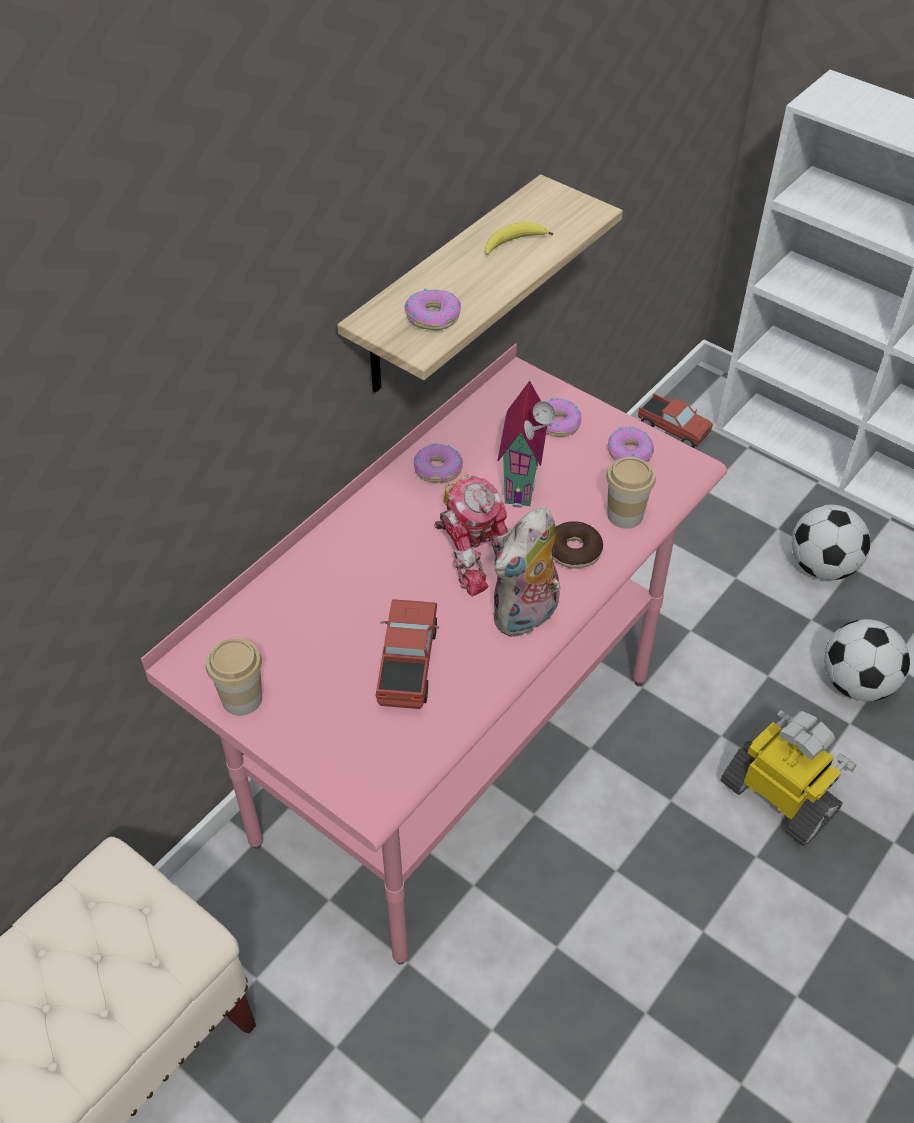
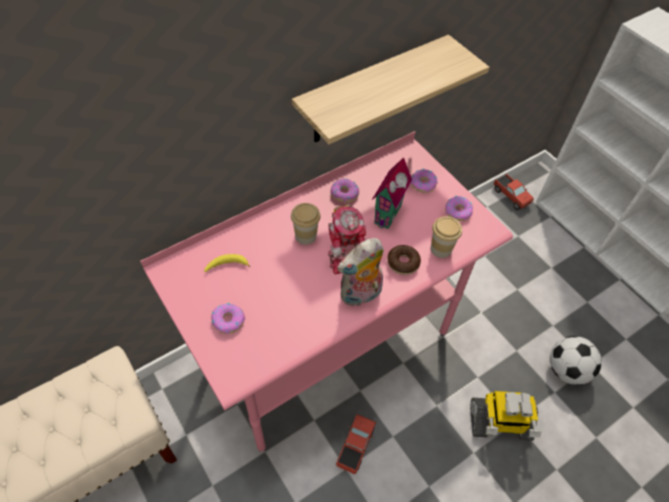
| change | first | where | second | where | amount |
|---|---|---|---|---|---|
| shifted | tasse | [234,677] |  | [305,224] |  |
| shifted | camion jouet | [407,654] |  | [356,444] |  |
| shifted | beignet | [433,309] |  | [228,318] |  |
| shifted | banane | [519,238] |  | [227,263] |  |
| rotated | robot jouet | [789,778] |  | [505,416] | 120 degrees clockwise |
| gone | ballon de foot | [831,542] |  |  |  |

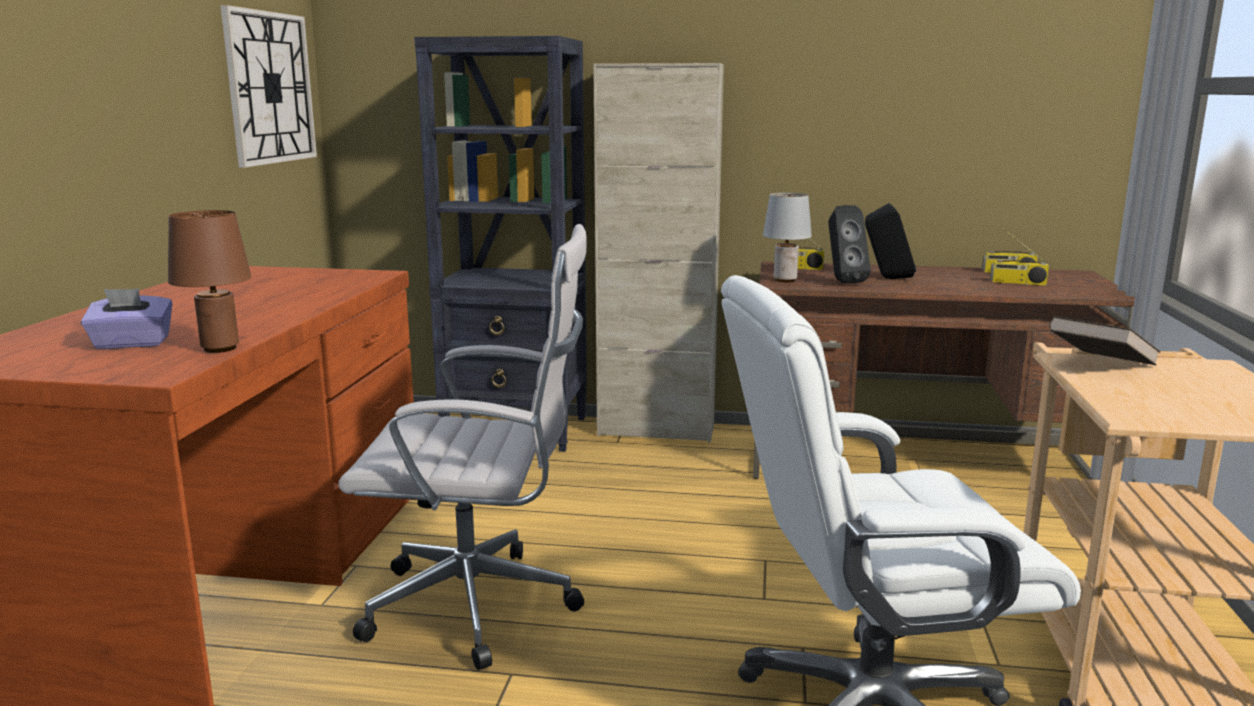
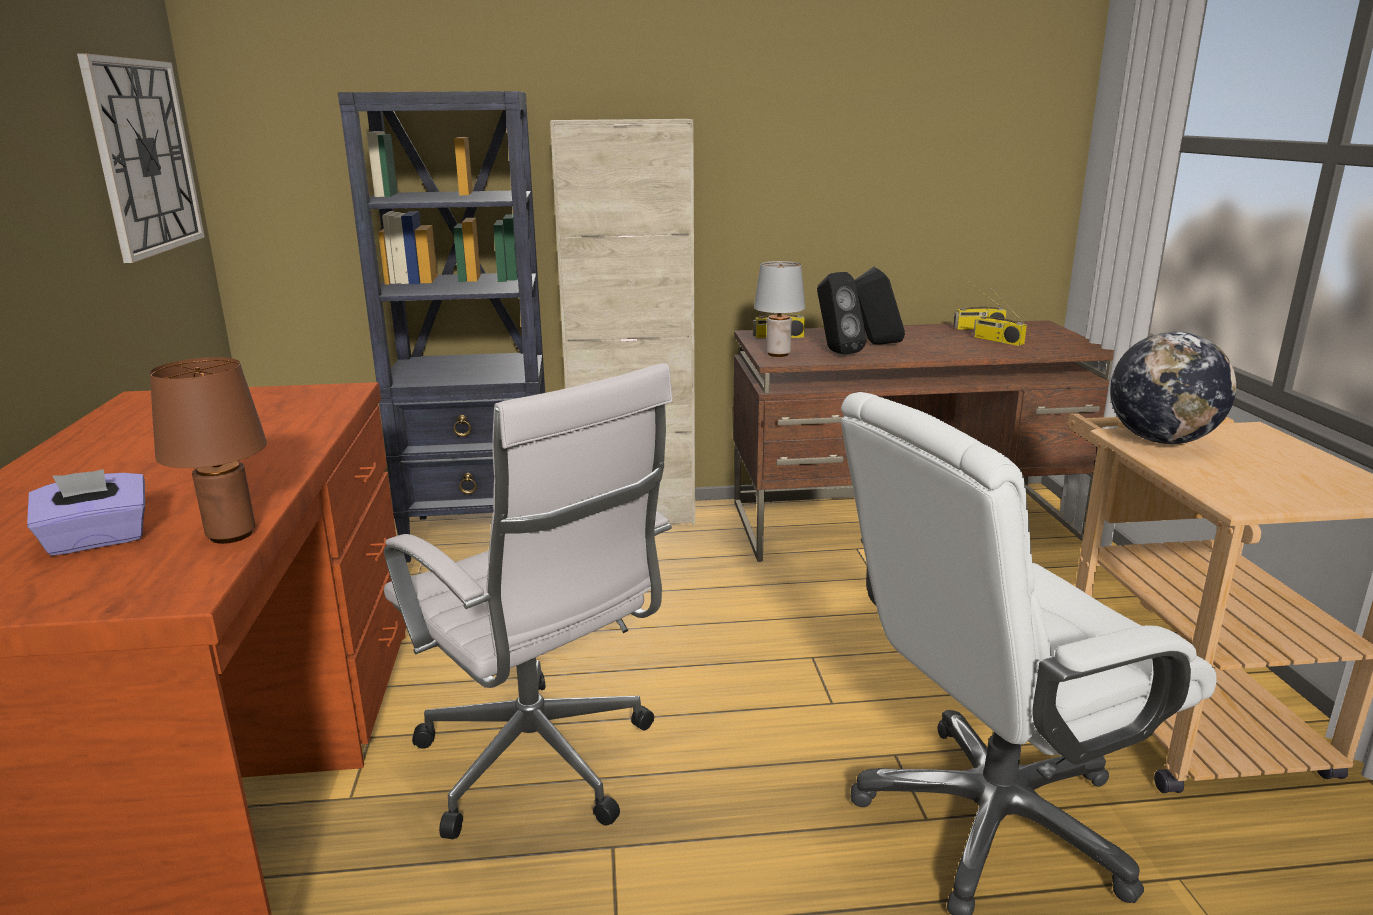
| change | first | where | second | where | amount |
|---|---|---|---|---|---|
| rotated | chaise de bureau [blanc] | [462,447] |  | [528,601] | 60 degrees clockwise |
| rotated | radio | [1019,258] |  | [1000,317] | 45 degrees clockwise |
| swapped | livre [marron] | [1105,340] | globe | [1173,388] |  |

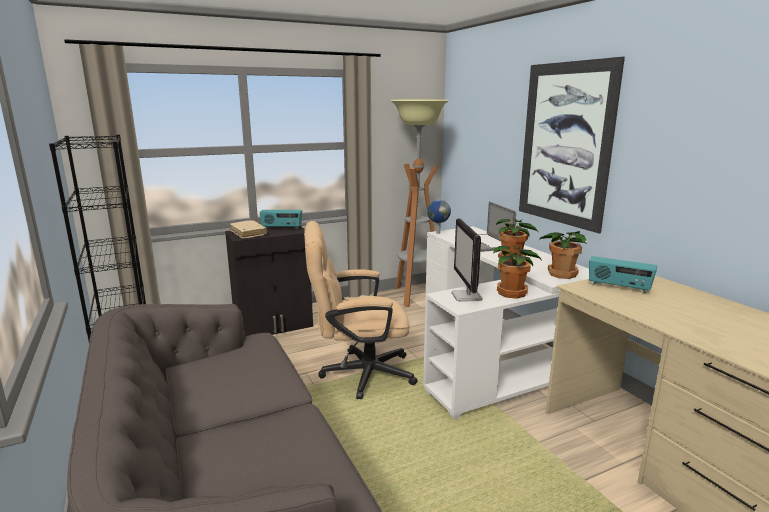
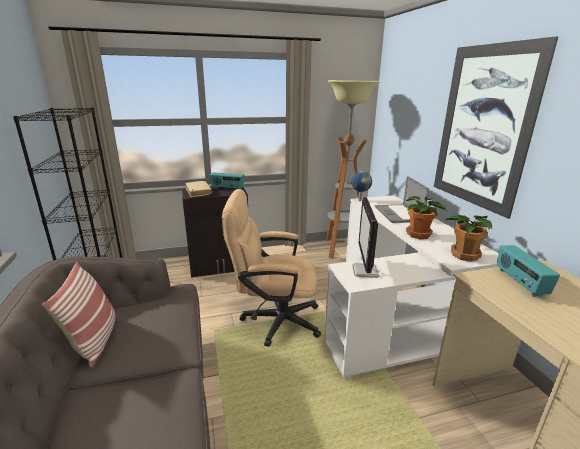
| change | first | where | second | where | amount |
|---|---|---|---|---|---|
| gone | plante en pot | [517,272] |  |  |  |
| rotated | radio | [623,274] |  | [528,271] | 45 degrees clockwise |
| new |  |  | coussin | [79,315] |  |

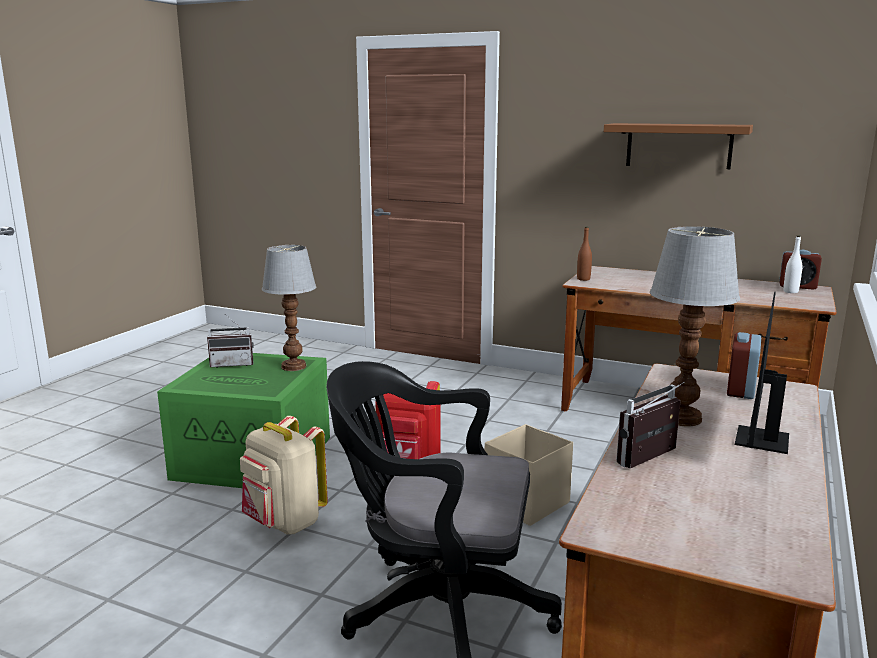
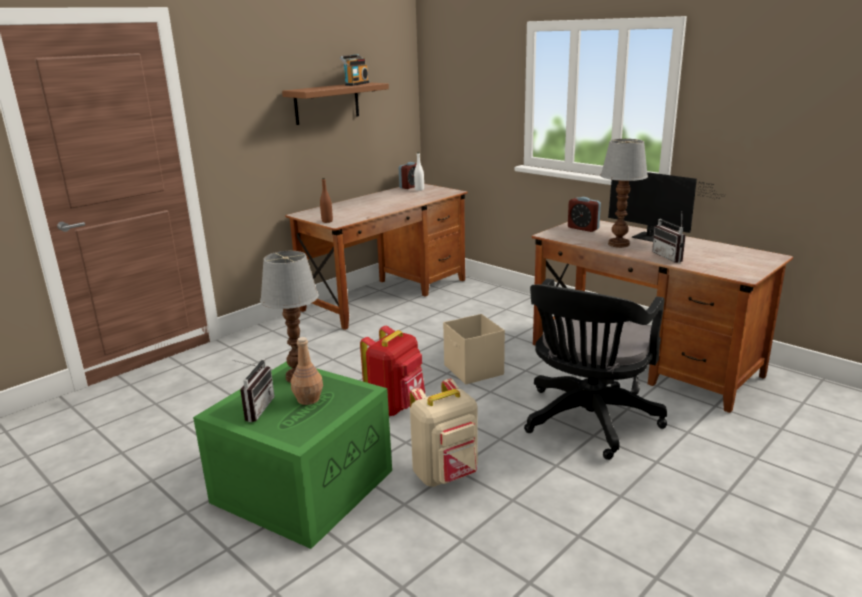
| change | first | where | second | where | amount |
|---|---|---|---|---|---|
| new |  |  | bouteille [marron] | [307,371] |  |
| new |  |  | radio | [354,70] |  |

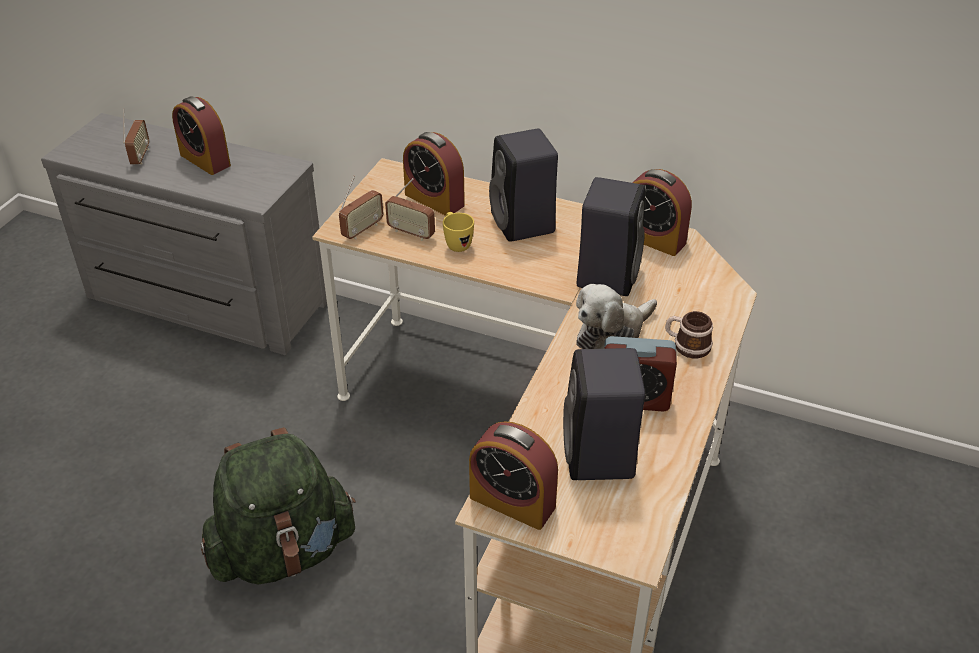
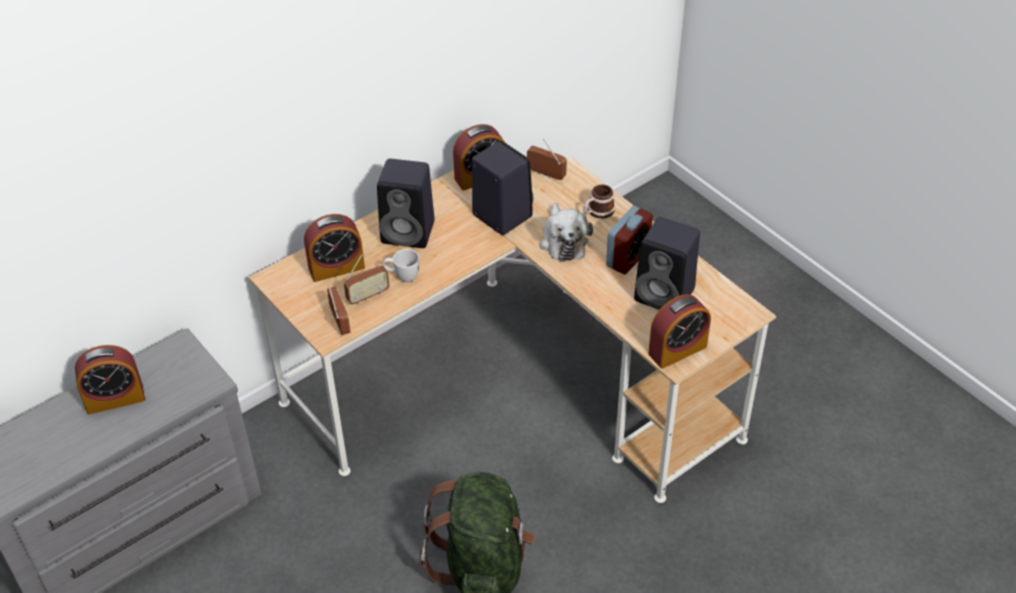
| change | first | where | second | where | amount |
|---|---|---|---|---|---|
| shifted | radio | [136,136] |  | [547,160] |  |
| repainted | mug [jaune] | [458,232] | mug [blanc] | [401,265] |  |

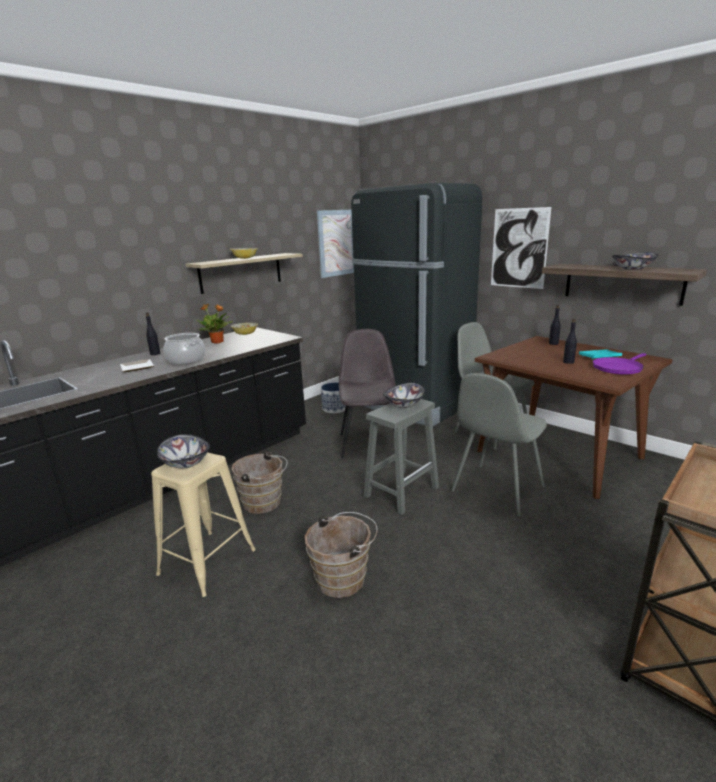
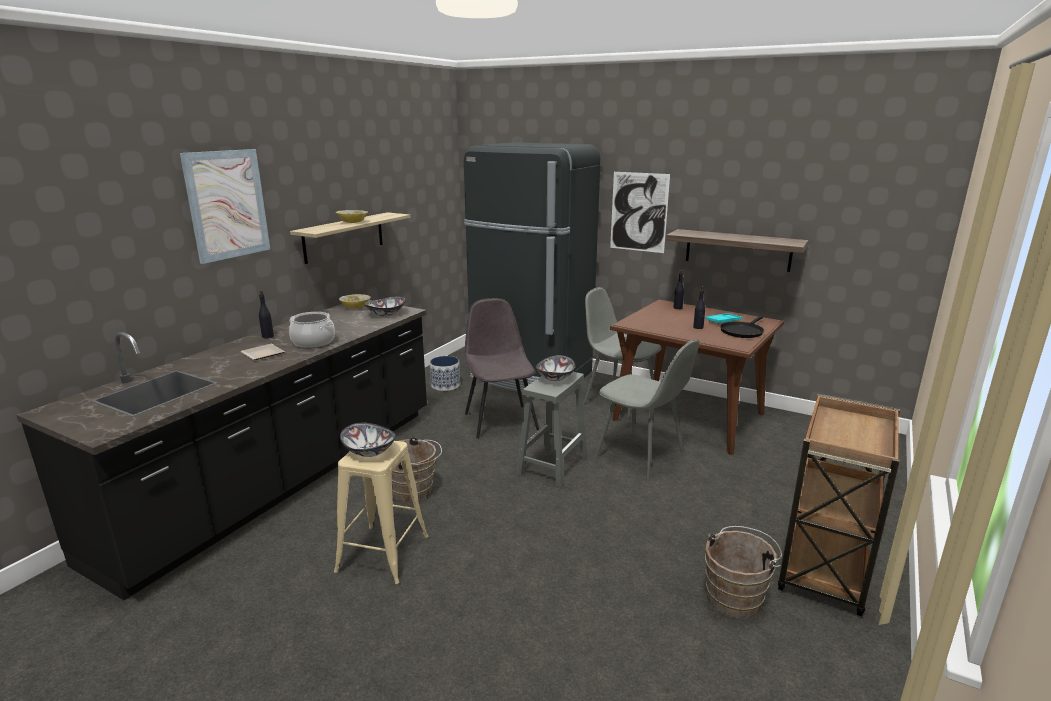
| change | first | where | second | where | amount |
|---|---|---|---|---|---|
| gone | plante en pot | [214,323] |  |  |  |
| shifted | seau [marron] | [341,555] |  | [743,572] |  |
| shifted | tableau | [335,244] |  | [225,206] |  |
| rotated | chaise [gris] | [499,444] |  | [647,409] | 75 degrees counterclockwise |
| repainted | poêle [violet] | [619,364] | poêle [noir] | [742,327] |  |
| shifted | bol | [635,261] |  | [384,306] |  |

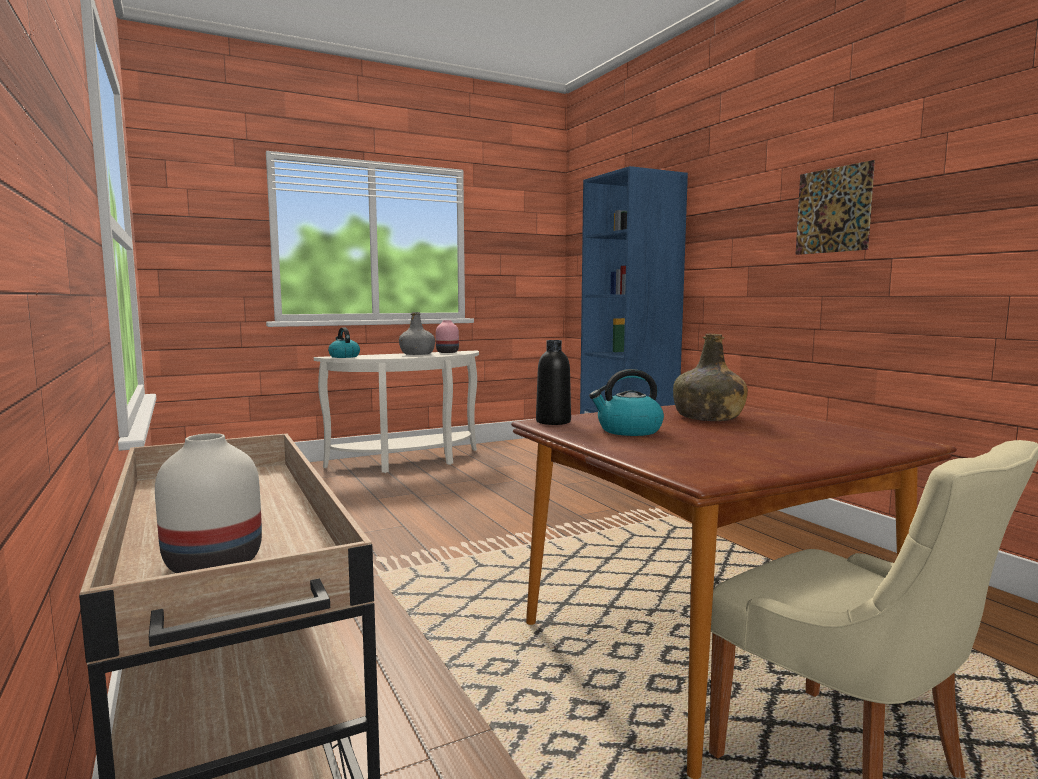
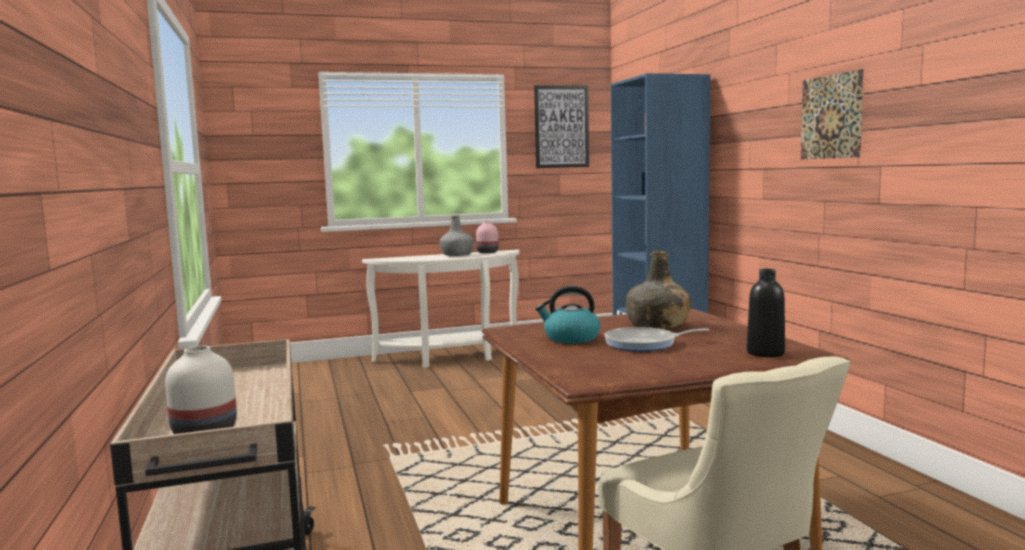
| change | first | where | second | where | amount |
|---|---|---|---|---|---|
| gone | bouilloire | [344,342] |  |  |  |
| shifted | bouteille [noir] | [553,382] |  | [766,313] |  |
| new |  |  | tableau | [561,126] |  |
| new |  |  | poêle | [656,339] |  |

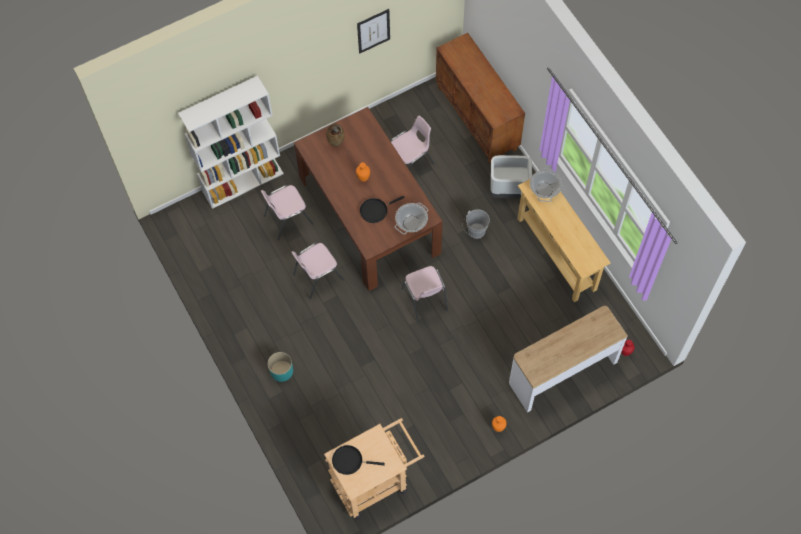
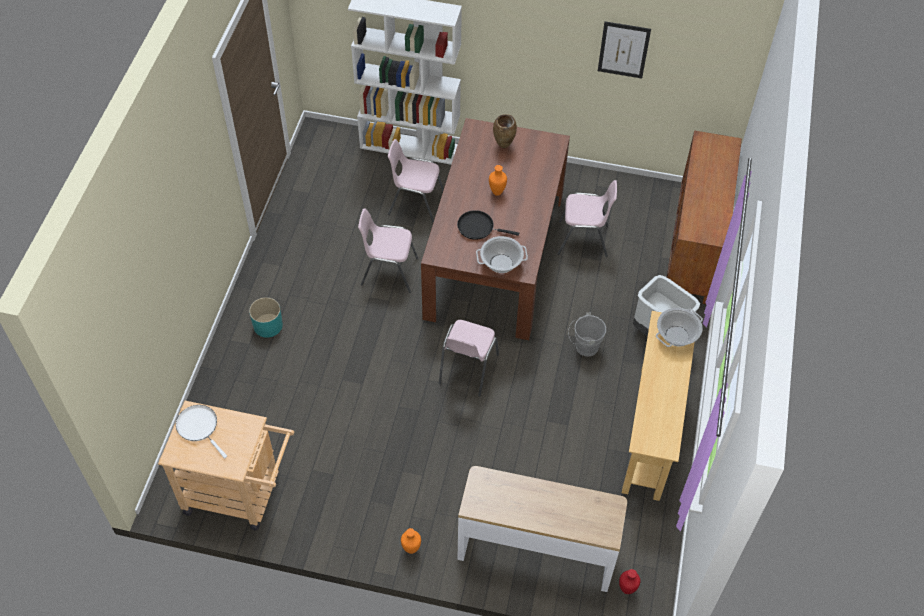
| change | first | where | second | where | amount |
|---|---|---|---|---|---|
| repainted | poêle [noir] | [358,460] | poêle [blanc] | [201,431] |  |

